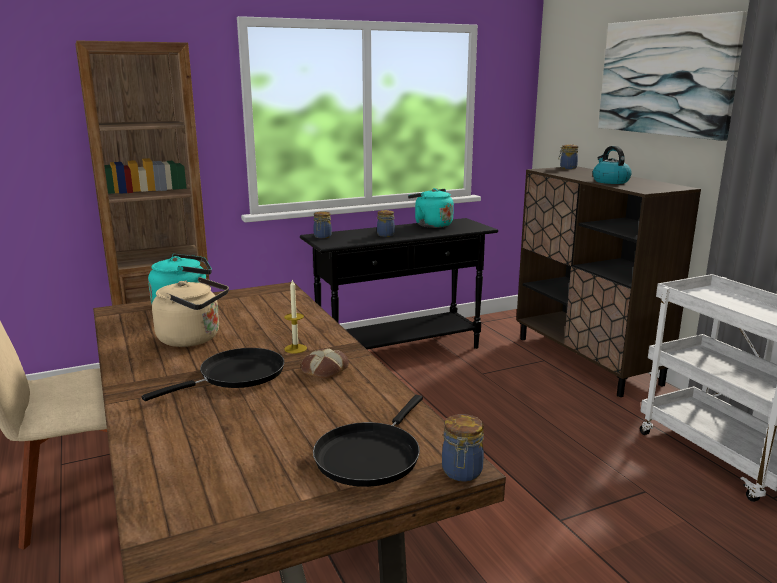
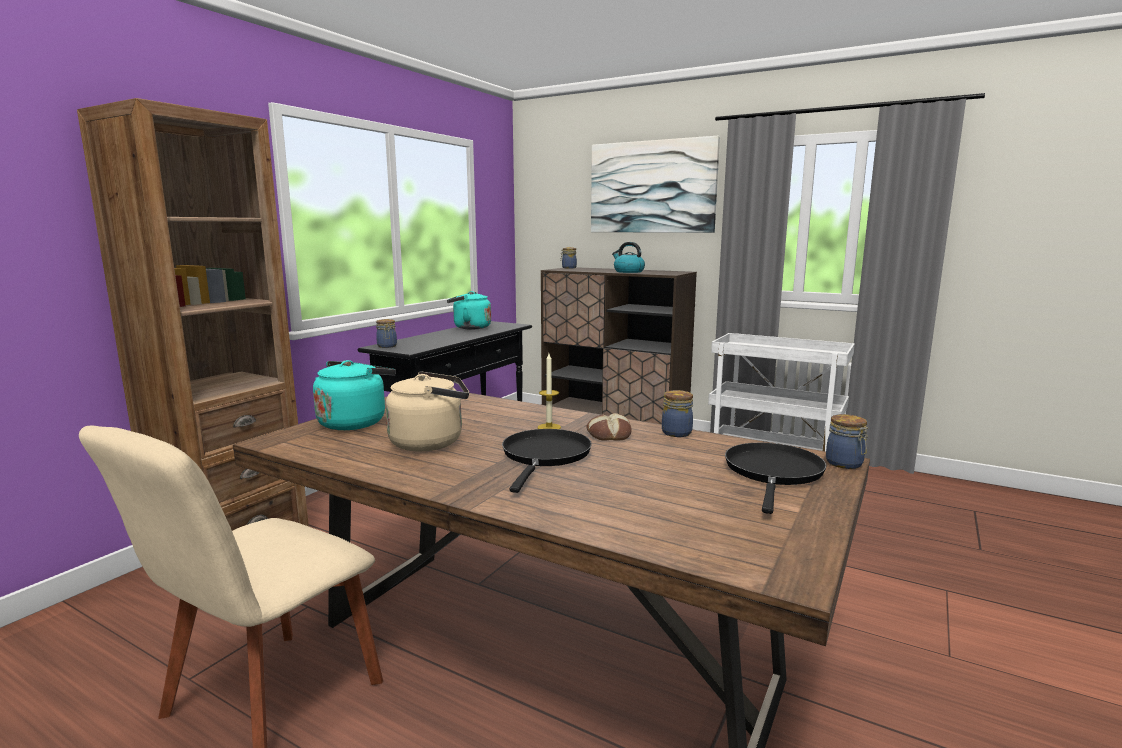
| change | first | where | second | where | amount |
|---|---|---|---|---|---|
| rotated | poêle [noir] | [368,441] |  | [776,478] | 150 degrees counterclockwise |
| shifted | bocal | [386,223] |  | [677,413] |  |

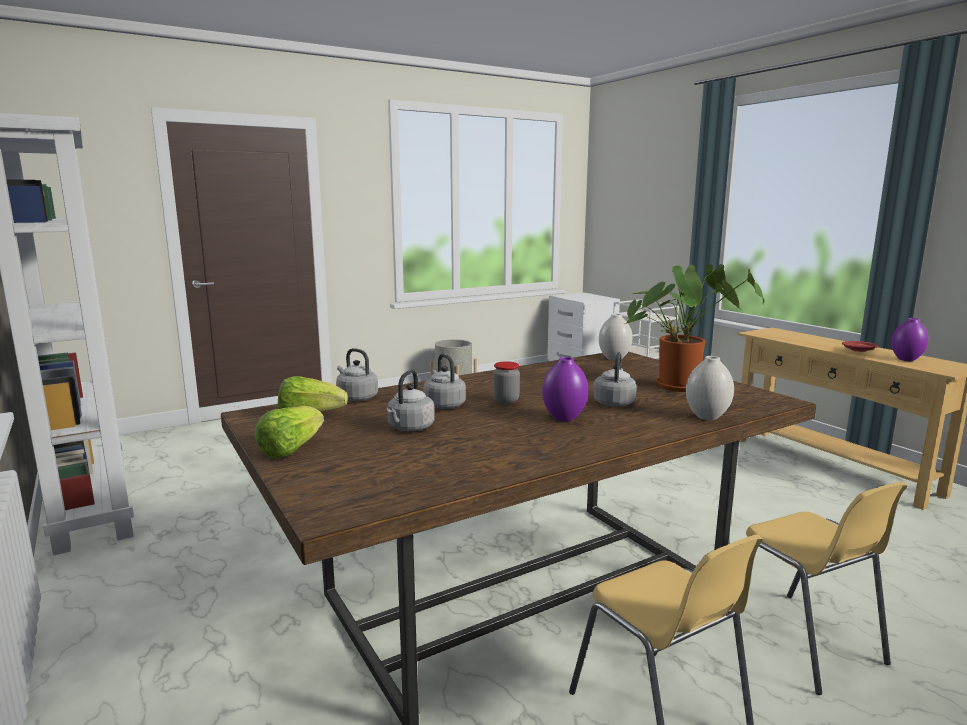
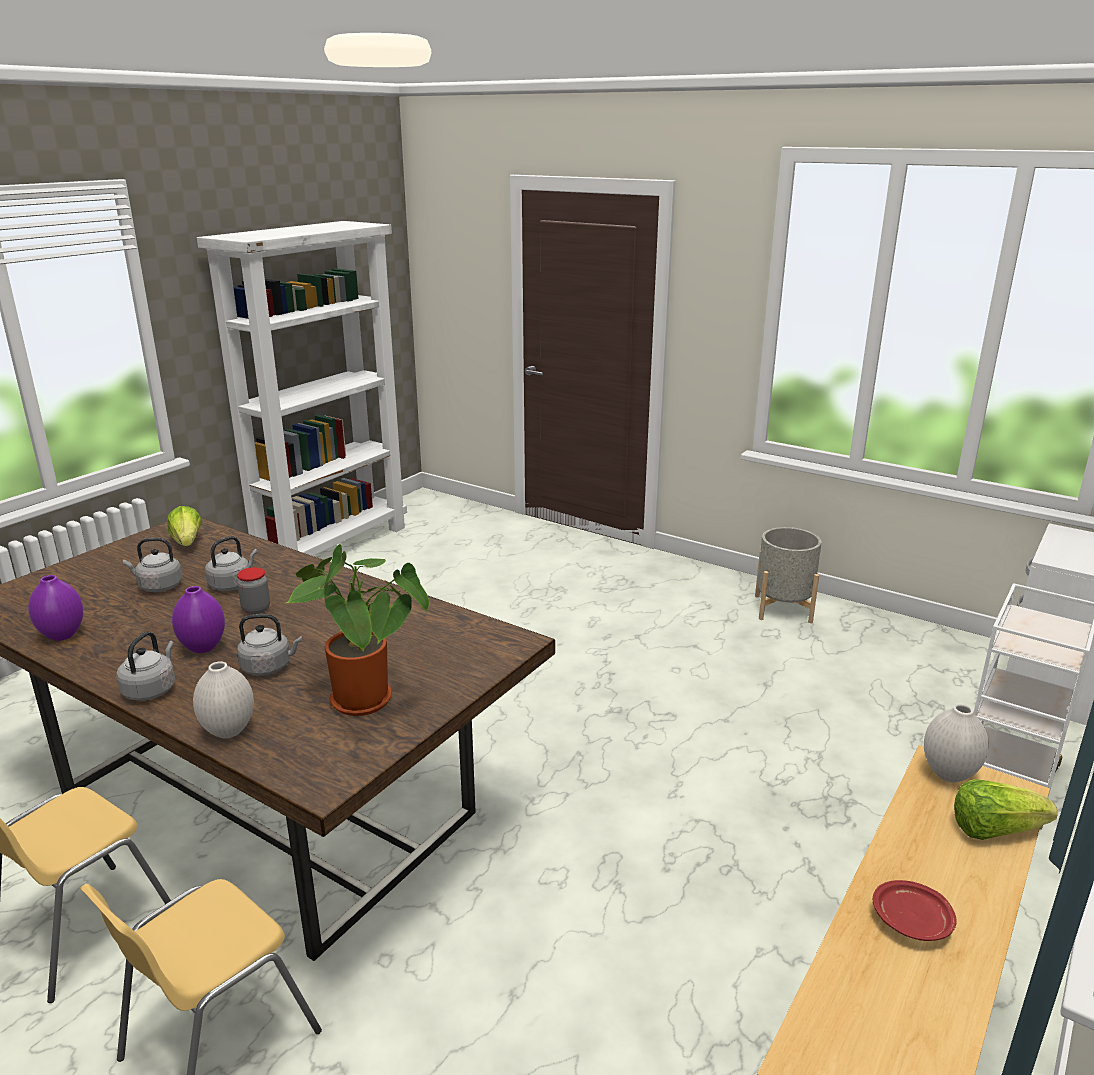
| change | first | where | second | where | amount |
|---|---|---|---|---|---|
| shifted | laitue | [289,432] |  | [1006,809] |  |
| shifted | bouilloire [gris] | [357,374] |  | [145,666] |  |
| shifted | vase [blanc] | [616,337] |  | [956,743] |  |
| shifted | vase [violet] | [909,339] |  | [55,608] |  |

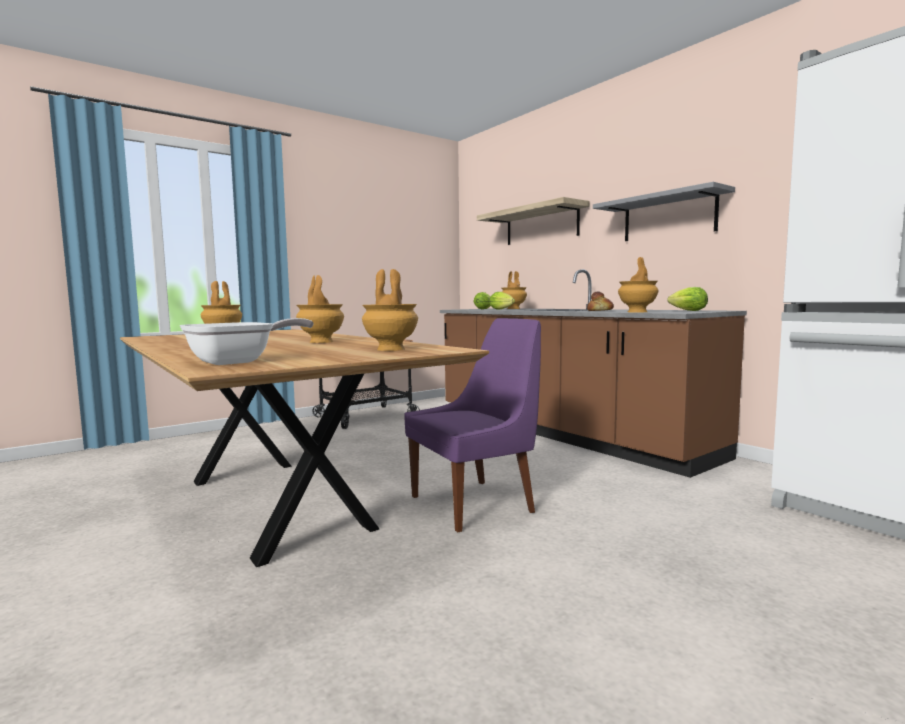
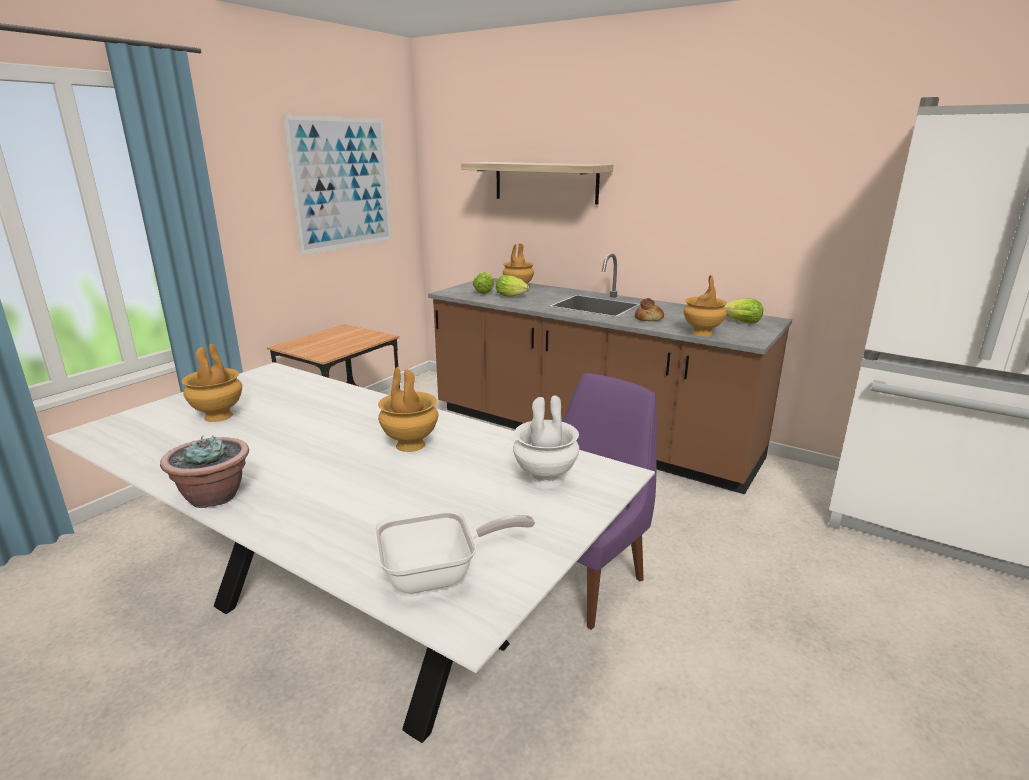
| change | first | where | second | where | amount |
|---|---|---|---|---|---|
| repainted | table à manger [marron] | [304,448] | table à manger [blanc] | [351,552] |  |
| rotated | poêle | [246,341] |  | [454,551] | 45 degrees clockwise |
| repainted | vase [marron] | [390,310] | vase [blanc] | [546,442] |  |
| gone | étagère [gris] | [664,211] |  |  |  |
| new |  |  | plante en pot | [204,471] |  |
| new |  |  | tableau | [337,185] |  |

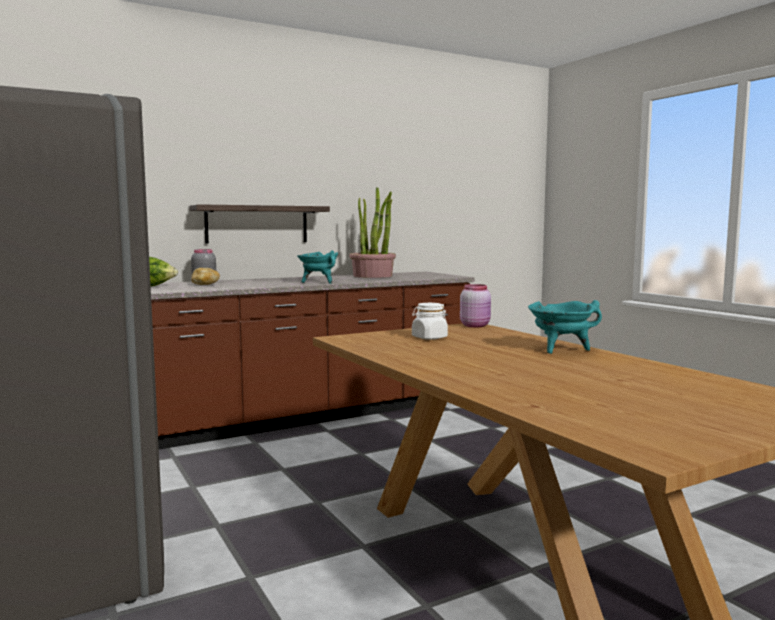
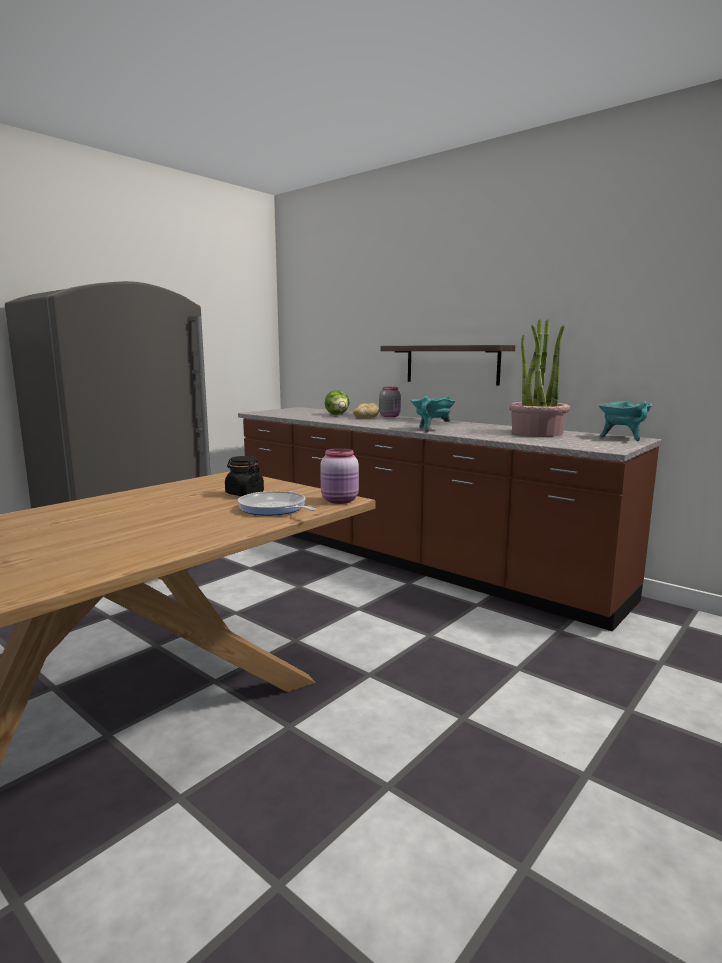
| change | first | where | second | where | amount |
|---|---|---|---|---|---|
| repainted | bocal [blanc] | [430,321] | bocal [noir] | [244,476] |  |
| shifted | marmite [turquoise] | [565,327] |  | [625,421] |  |
| new |  |  | poêle | [277,503] |  |

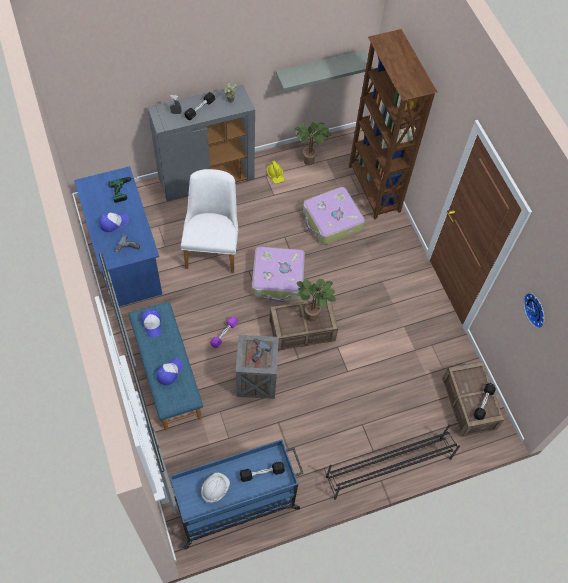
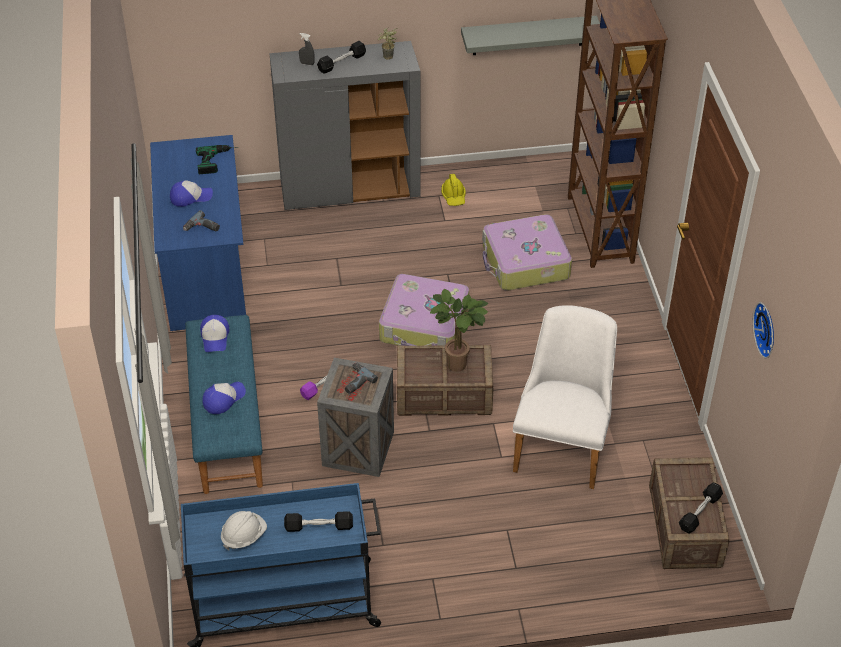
| change | first | where | second | where | amount |
|---|---|---|---|---|---|
| shifted | chaise [blanc] | [209,221] |  | [565,397] |  |
| gone | plante en pot | [313,143] |  |  |  |
| gone | étagère à chaussures [noir] | [393,462] |  |  |  |

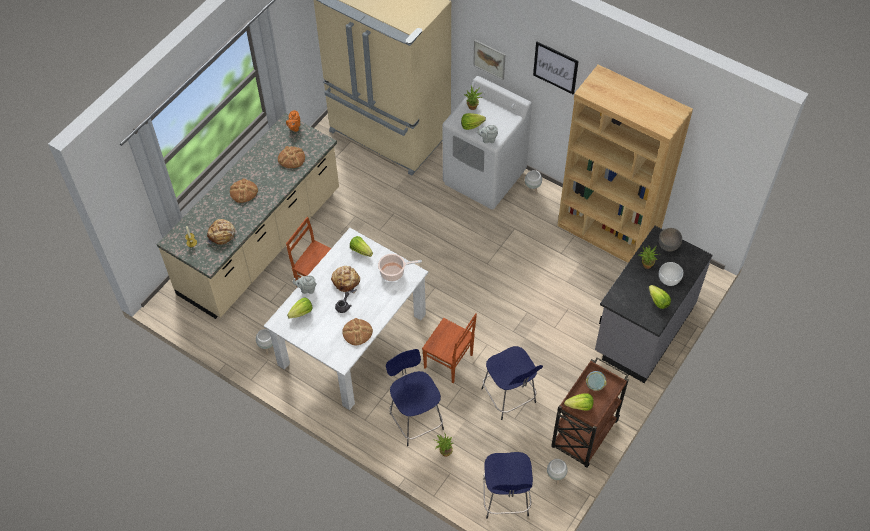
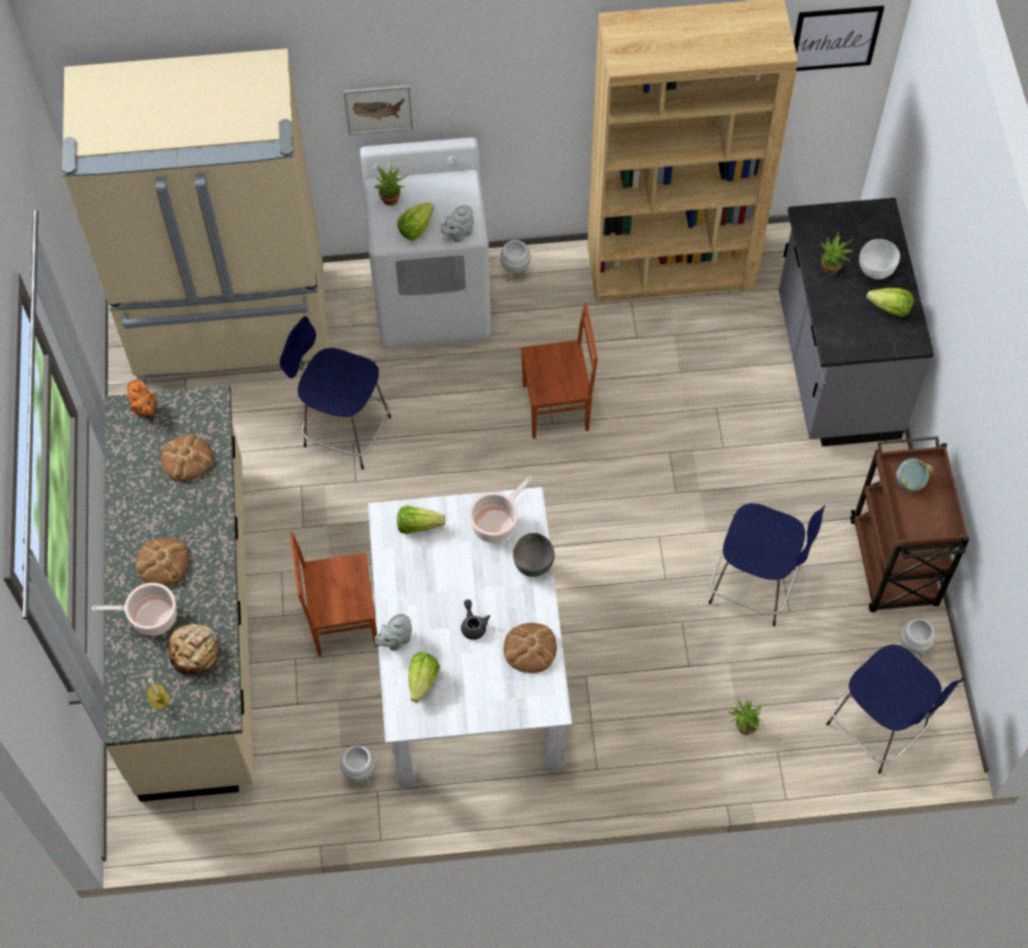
| change | first | where | second | where | amount |
|---|---|---|---|---|---|
| gone | pain | [345,280] |  |  |  |
| shifted | tabouret [bleu] | [415,397] |  | [335,393] |  |
| shifted | chaise [marron] | [449,348] |  | [559,370] |  |
| shifted | tableau | [556,68] |  | [839,38] |  |
| gone | laitue | [579,402] |  |  |  |
| shifted | bol [gris] | [670,239] |  | [534,555] |  |
| new |  |  | marmite | [134,609] |  |

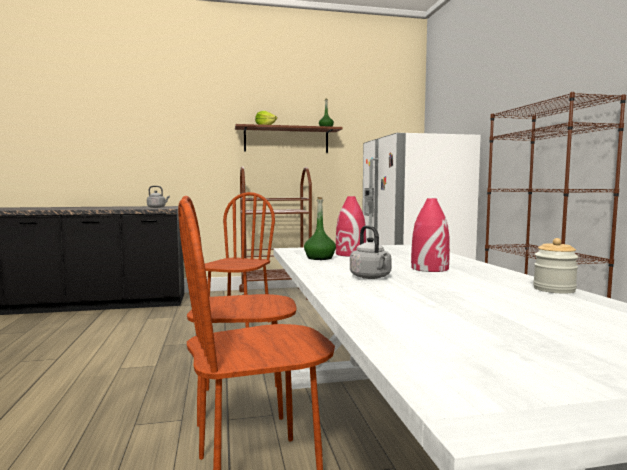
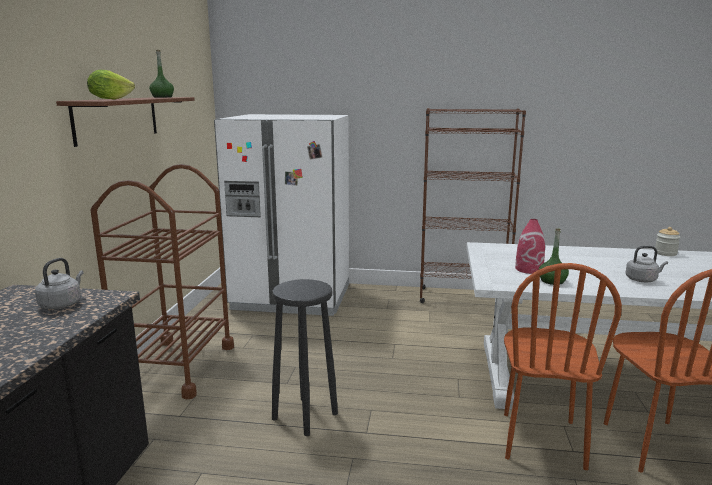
| change | first | where | second | where | amount |
|---|---|---|---|---|---|
| swapped | chaise [marron] | [240,260] | tabouret [noir] | [305,357] |  |
| gone | vase [rouge] | [430,235] |  |  |  |

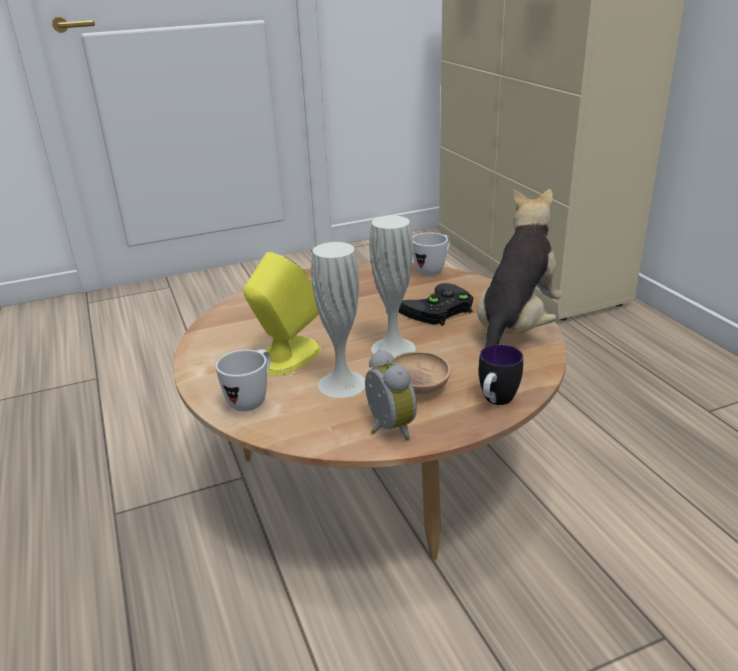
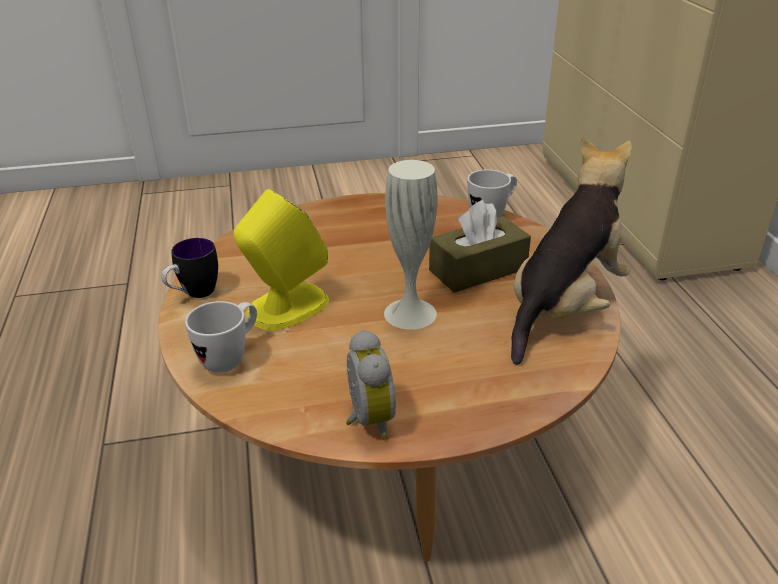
| change | first | where | second | where | amount |
|---|---|---|---|---|---|
| gone | vase [blanc] | [338,320] |  |  |  |
| gone | bol [marron] | [421,373] |  |  |  |
| swapped | manette [noir] | [436,304] | boîte à mouchoirs [marron] | [480,246] |  |
| shifted | mug | [501,374] |  | [190,268] |  |

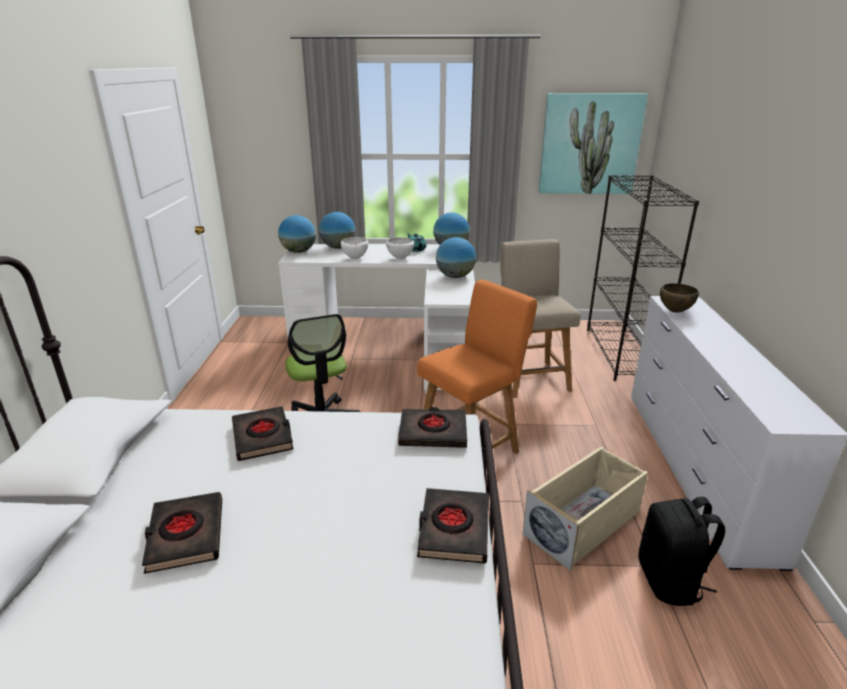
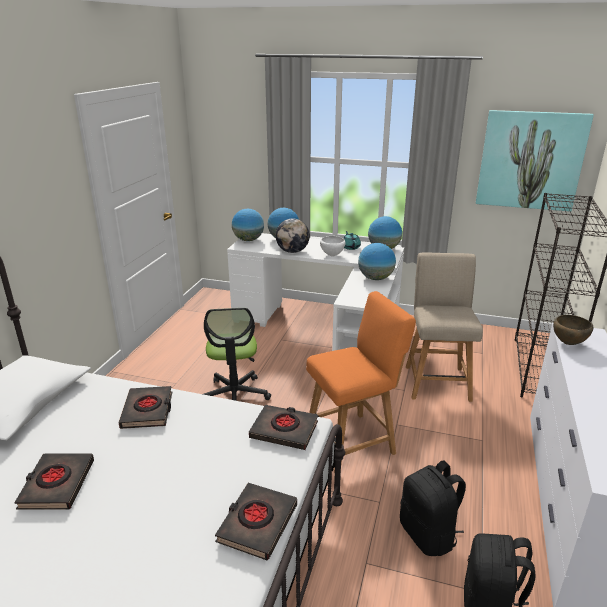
| change | first | where | second | where | amount |
|---|---|---|---|---|---|
| swapped | bol [blanc] | [354,248] | globe | [293,235] |  |
| swapped | boîte de rangement [beige] | [585,508] | sac à dos [noir] | [433,508] |  |

